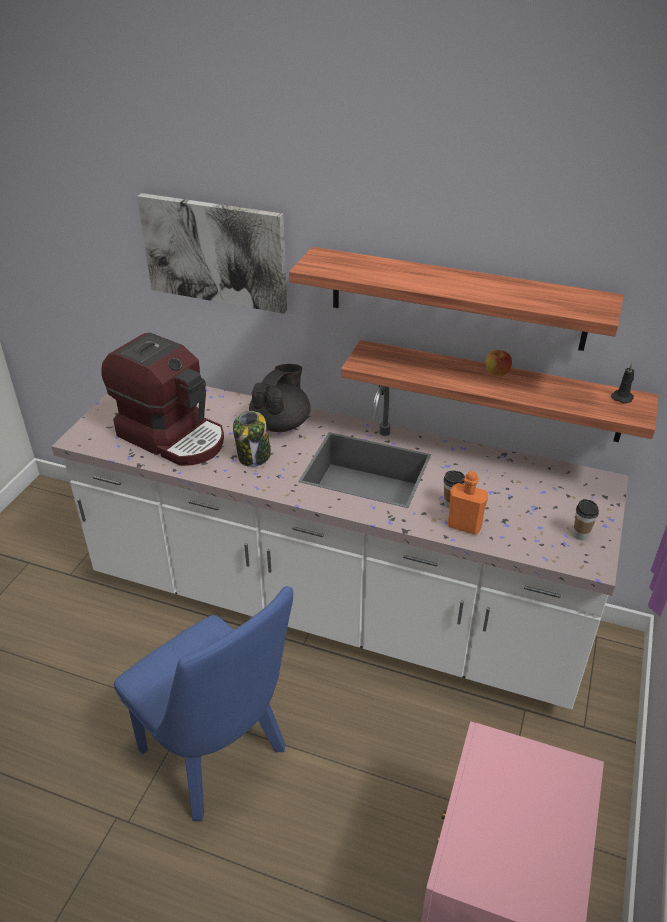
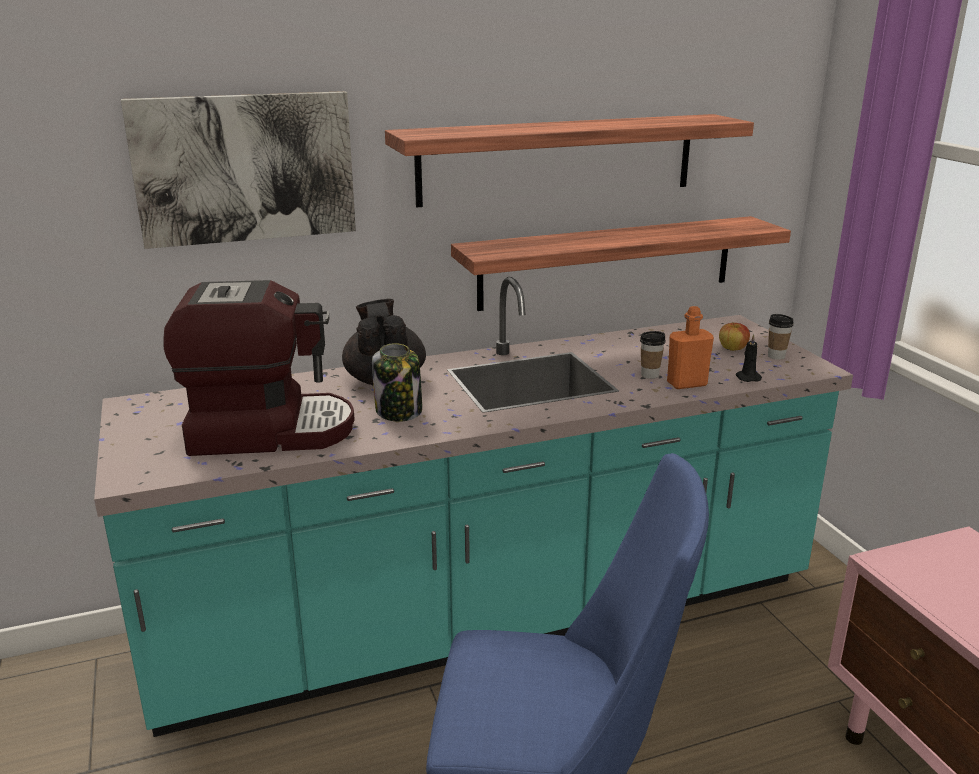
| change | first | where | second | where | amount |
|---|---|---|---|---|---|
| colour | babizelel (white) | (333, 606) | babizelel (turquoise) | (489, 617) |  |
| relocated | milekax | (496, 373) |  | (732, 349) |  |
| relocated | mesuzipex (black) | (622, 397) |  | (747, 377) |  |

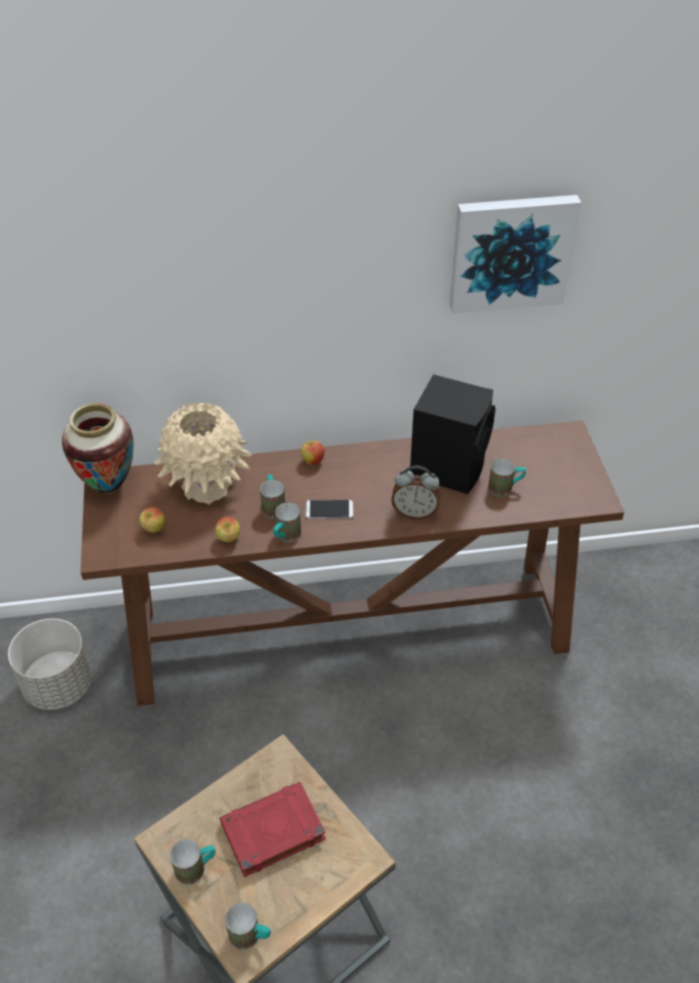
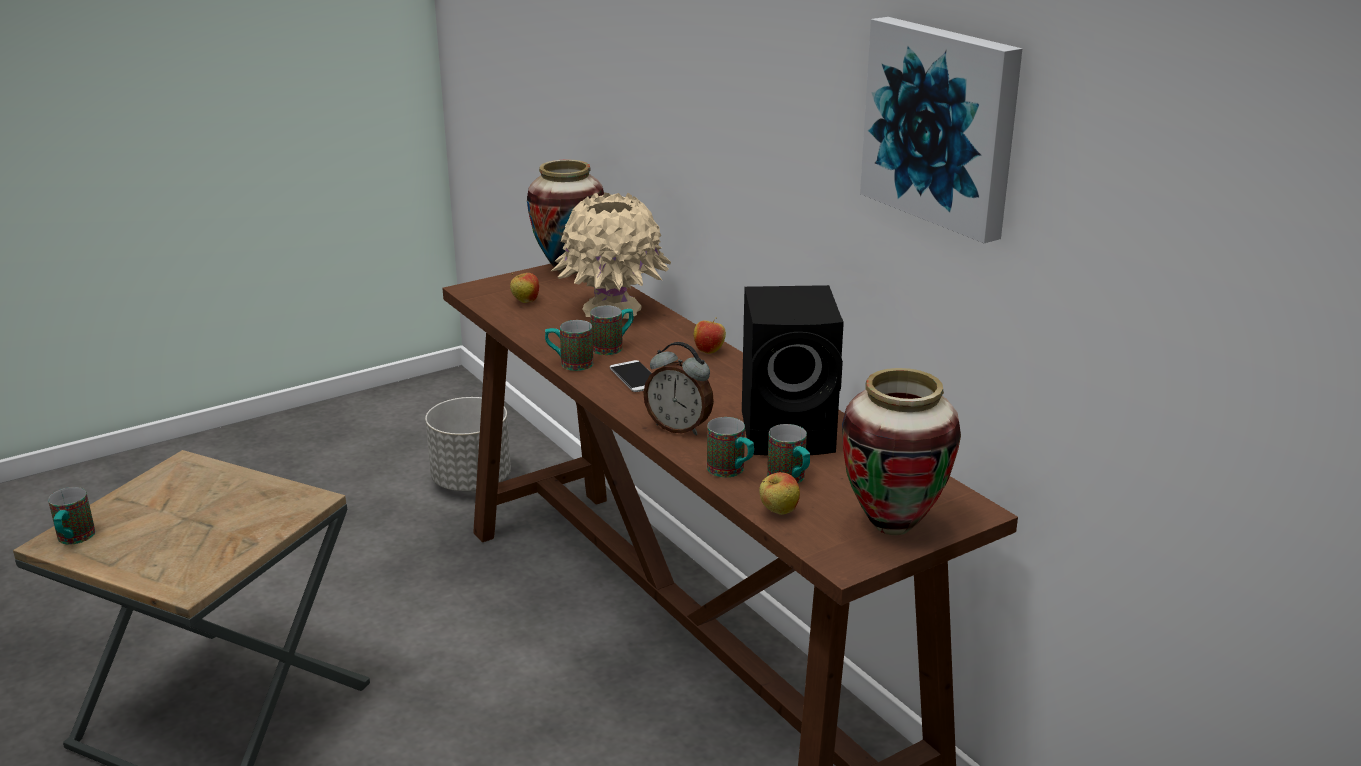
| change | first | where | second | where | amount |
|---|---|---|---|---|---|
| spun | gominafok | (415, 513) |  | (679, 427) | 45 degrees counterclockwise |
| relocated | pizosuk | (196, 868) |  | (731, 471) |  |
| relocated | milekax | (228, 539) |  | (778, 512) |  |
| appeared |  |  | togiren | (893, 525) |  |
| missing | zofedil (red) | (272, 832) |  |  |  |

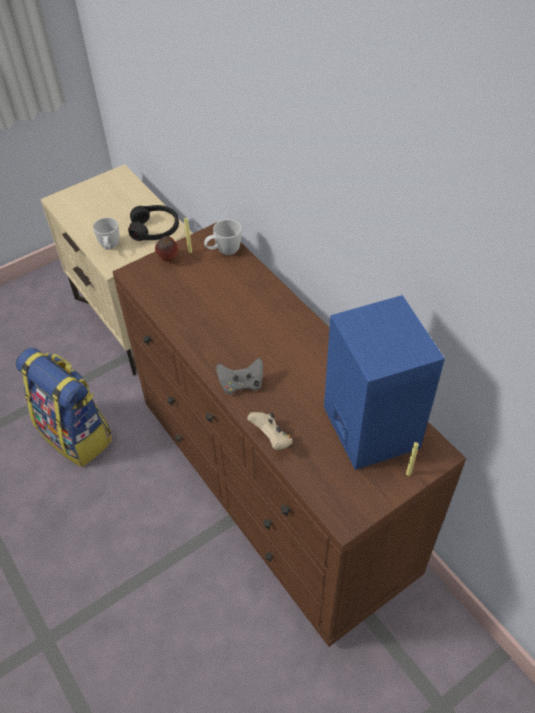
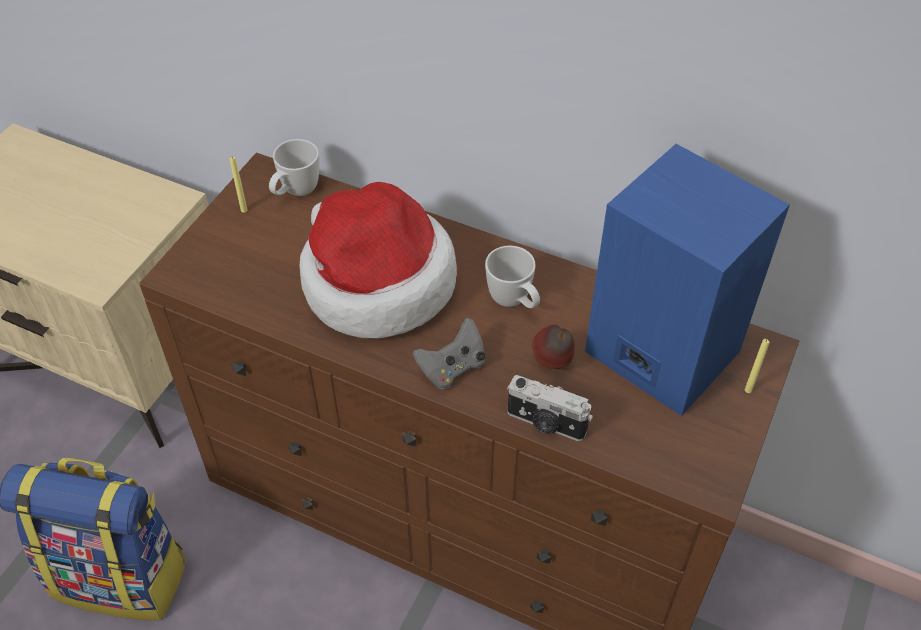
| change | first | where | second | where | amount |
|---|---|---|---|---|---|
| appeared |  |  | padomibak | (375, 282) |  |
| relocated | pizosuk (white) | (110, 247) |  | (514, 302) |  |
| exchanged | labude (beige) | (271, 438) | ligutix | (546, 423) |  |
| relocated | milekax | (168, 259) |  | (552, 363) |  |
| missing | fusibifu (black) | (155, 229) |  |  |  |

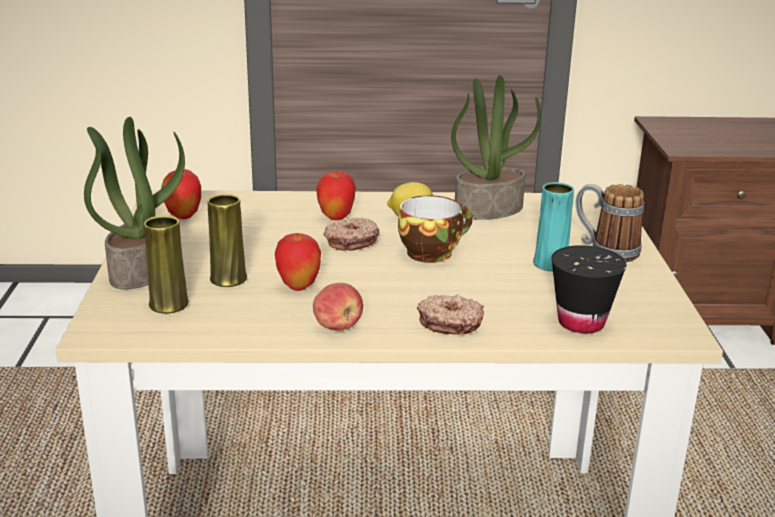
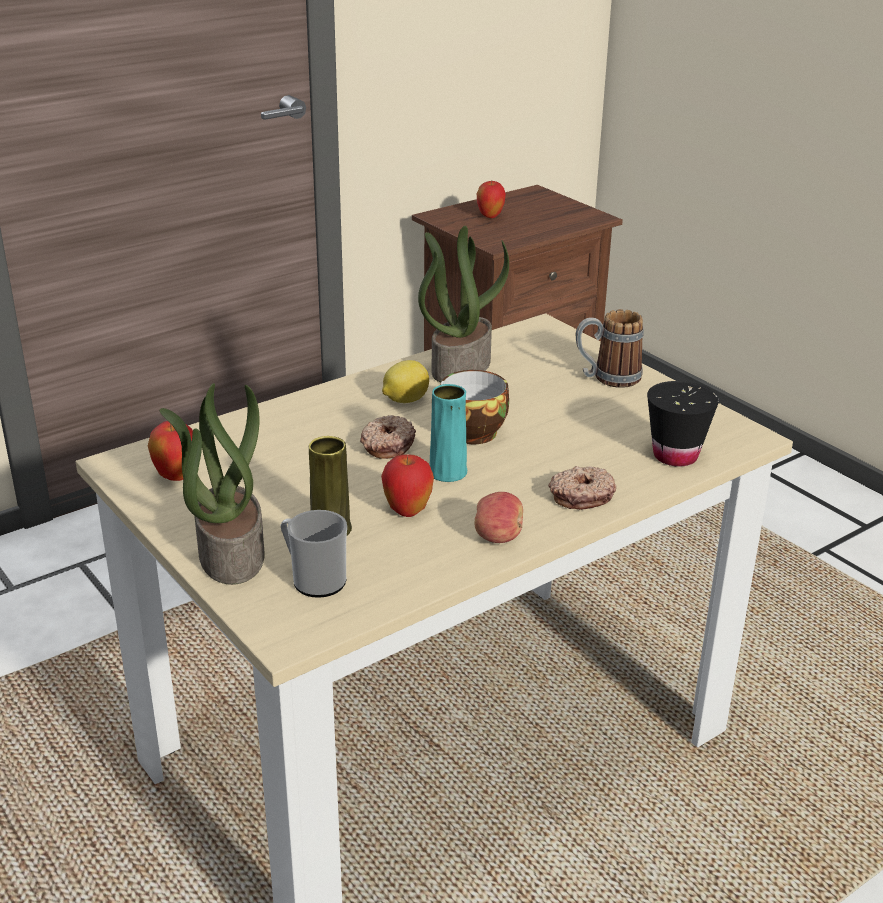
| change | first | where | second | where | amount |
|---|---|---|---|---|---|
| exchanged | togiren (yellow) | (168, 304) | pizosuk | (314, 580) |  |
| relocated | togiren (turquoise) | (550, 264) |  | (447, 472) |  |
| relocated | milekax | (336, 217) |  | (490, 216) |  |

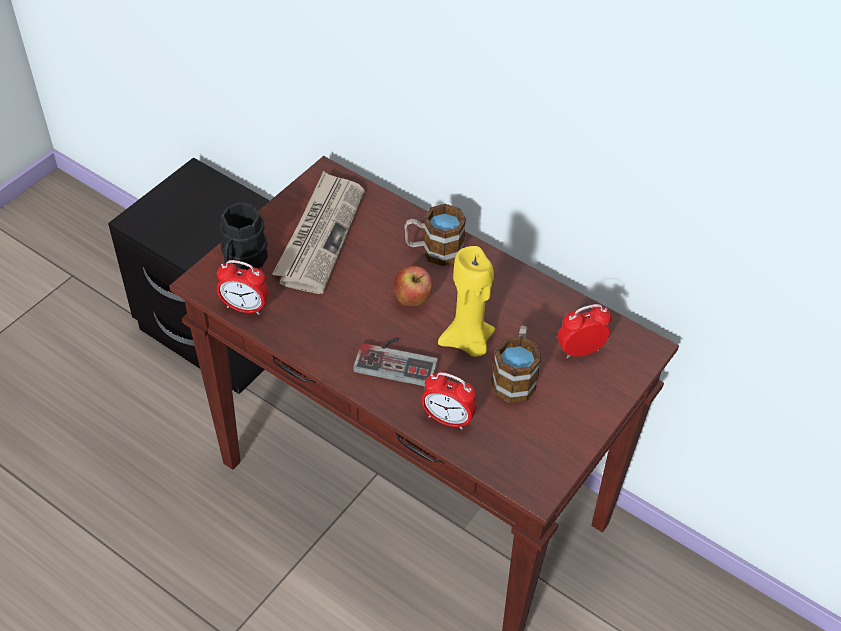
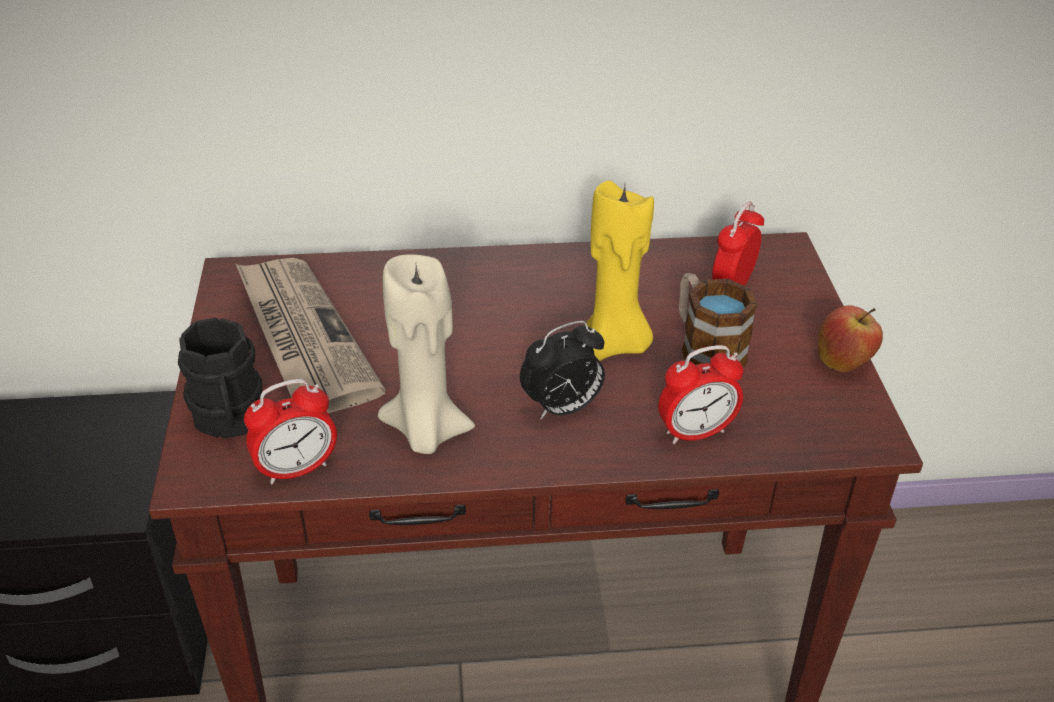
| change | first | where | second | where | amount |
|---|---|---|---|---|---|
| appeared |  |  | mesuzipex (beige) | (426, 432) |  |
| exchanged | labude | (398, 359) | gominafok | (562, 408) |  |
| relocated | milekax | (412, 300) |  | (843, 362) |  |
| missing | pizosuk | (433, 250) |  |  |  |

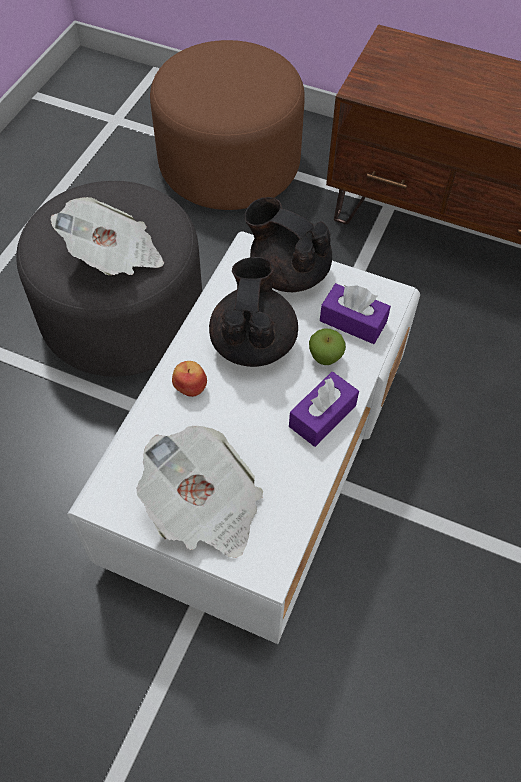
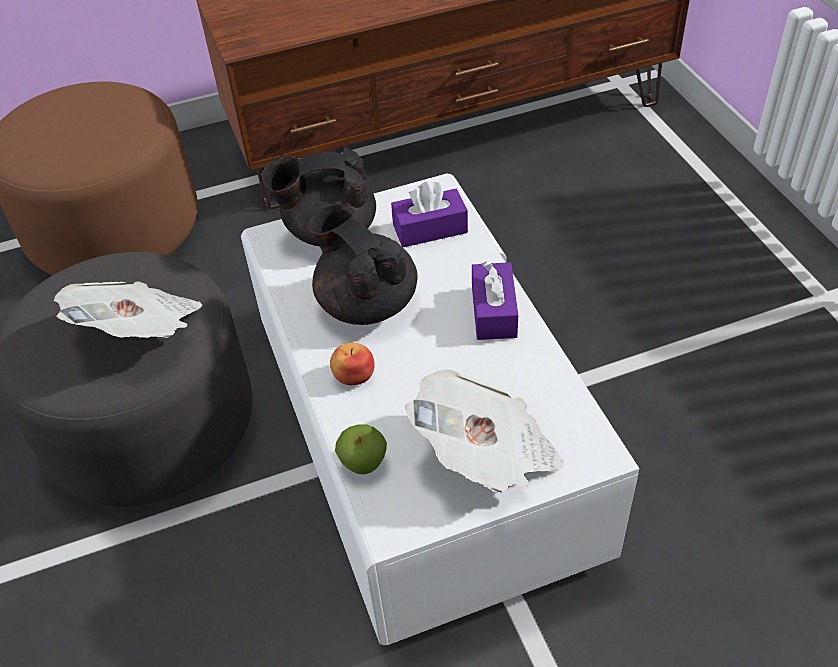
| change | first | where | second | where | amount |
|---|---|---|---|---|---|
| relocated | milekax | (325, 357) |  | (363, 464) |  |

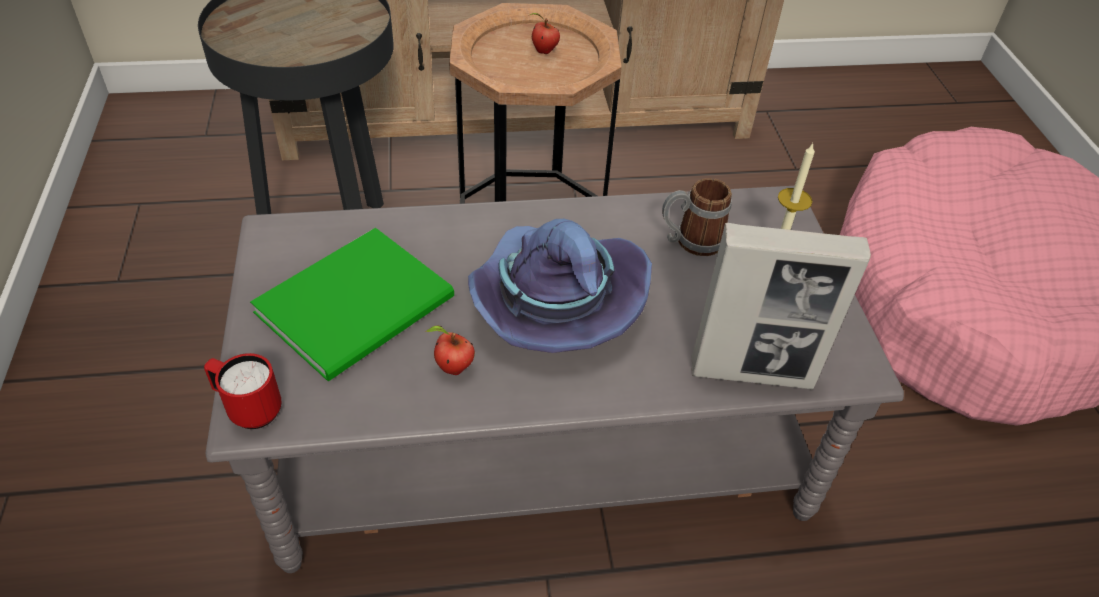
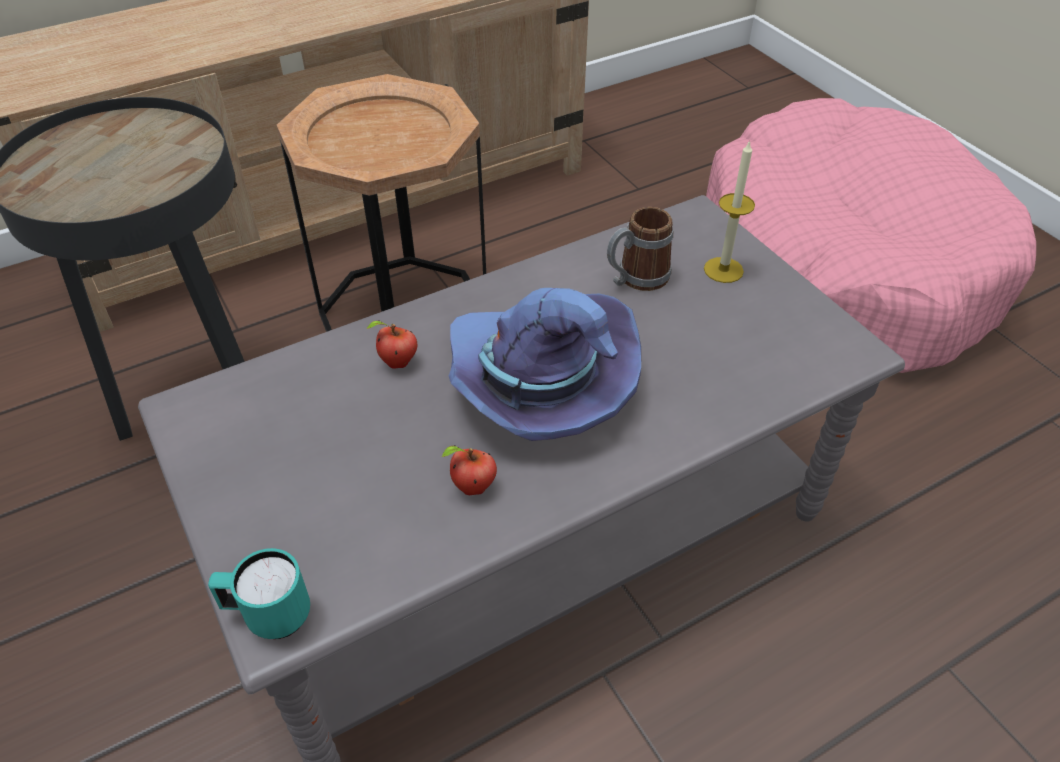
| change | first | where | second | where | amount |
|---|---|---|---|---|---|
| colour | pizosuk (red) | (248, 409) | pizosuk (turquoise) | (269, 616) |  |
| relocated | milekax | (543, 51) |  | (397, 363) |  |
| missing | zofedil (green) | (362, 305) |  |  |  |
| missing | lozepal | (752, 373) |  |  |  |

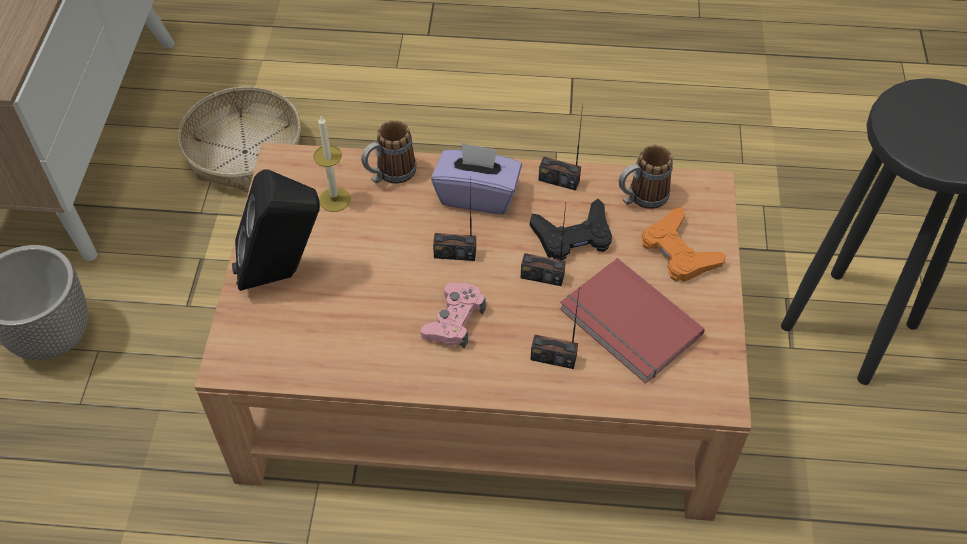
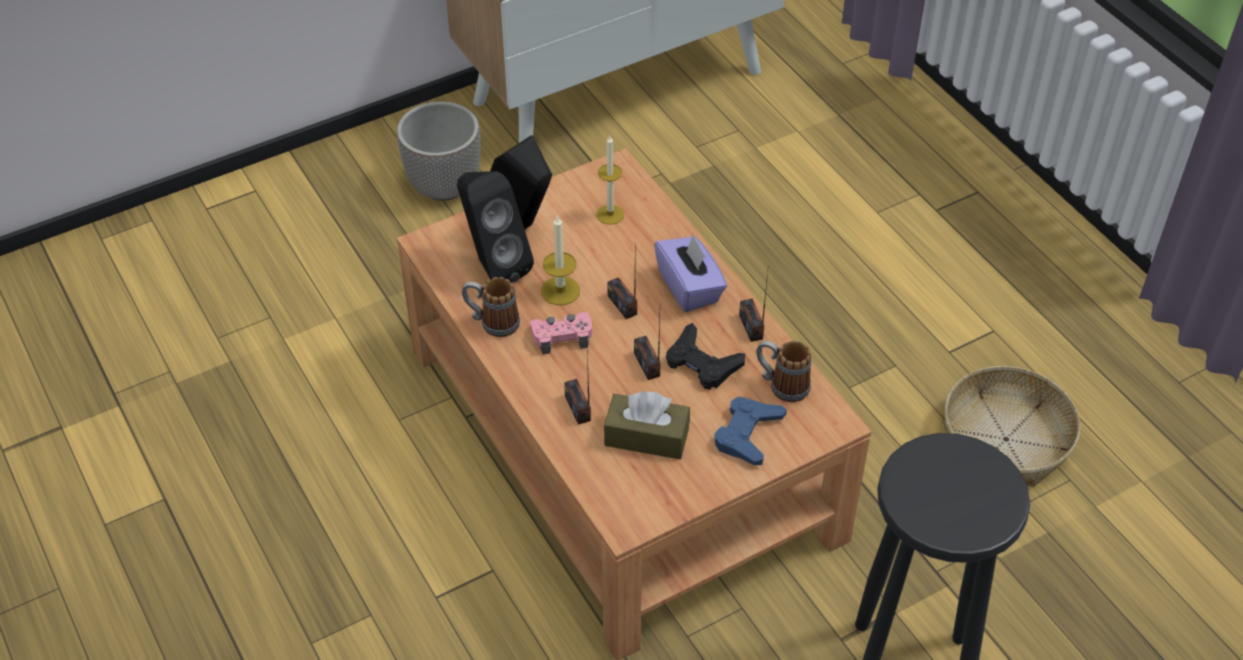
| change | first | where | second | where | amount |
|---|---|---|---|---|---|
| appeared |  |  | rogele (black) | (493, 266) |  |
| relocated | pizosuk | (389, 175) |  | (492, 322) |  |
| appeared |  |  | mesuzipex | (560, 290) |  |
| exchanged | zofedil (red) | (628, 325) | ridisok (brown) | (646, 437) |  |
| colour | labude (orange) | (678, 252) | labude (blue) | (747, 434) |  |
| relocated | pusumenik | (244, 152) |  | (1005, 439) |  |

